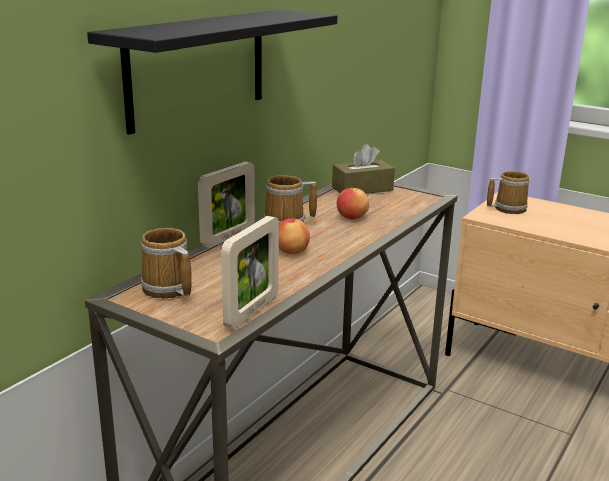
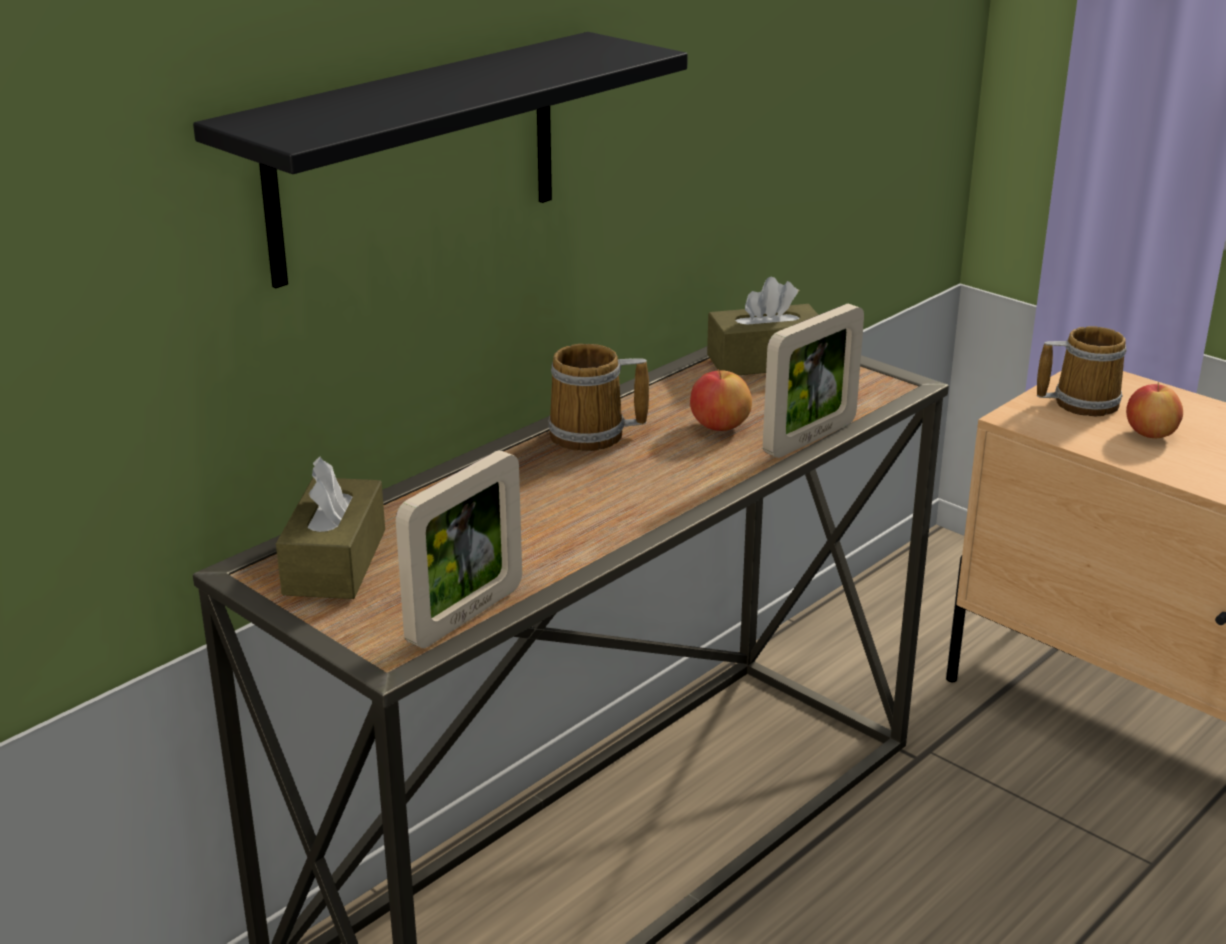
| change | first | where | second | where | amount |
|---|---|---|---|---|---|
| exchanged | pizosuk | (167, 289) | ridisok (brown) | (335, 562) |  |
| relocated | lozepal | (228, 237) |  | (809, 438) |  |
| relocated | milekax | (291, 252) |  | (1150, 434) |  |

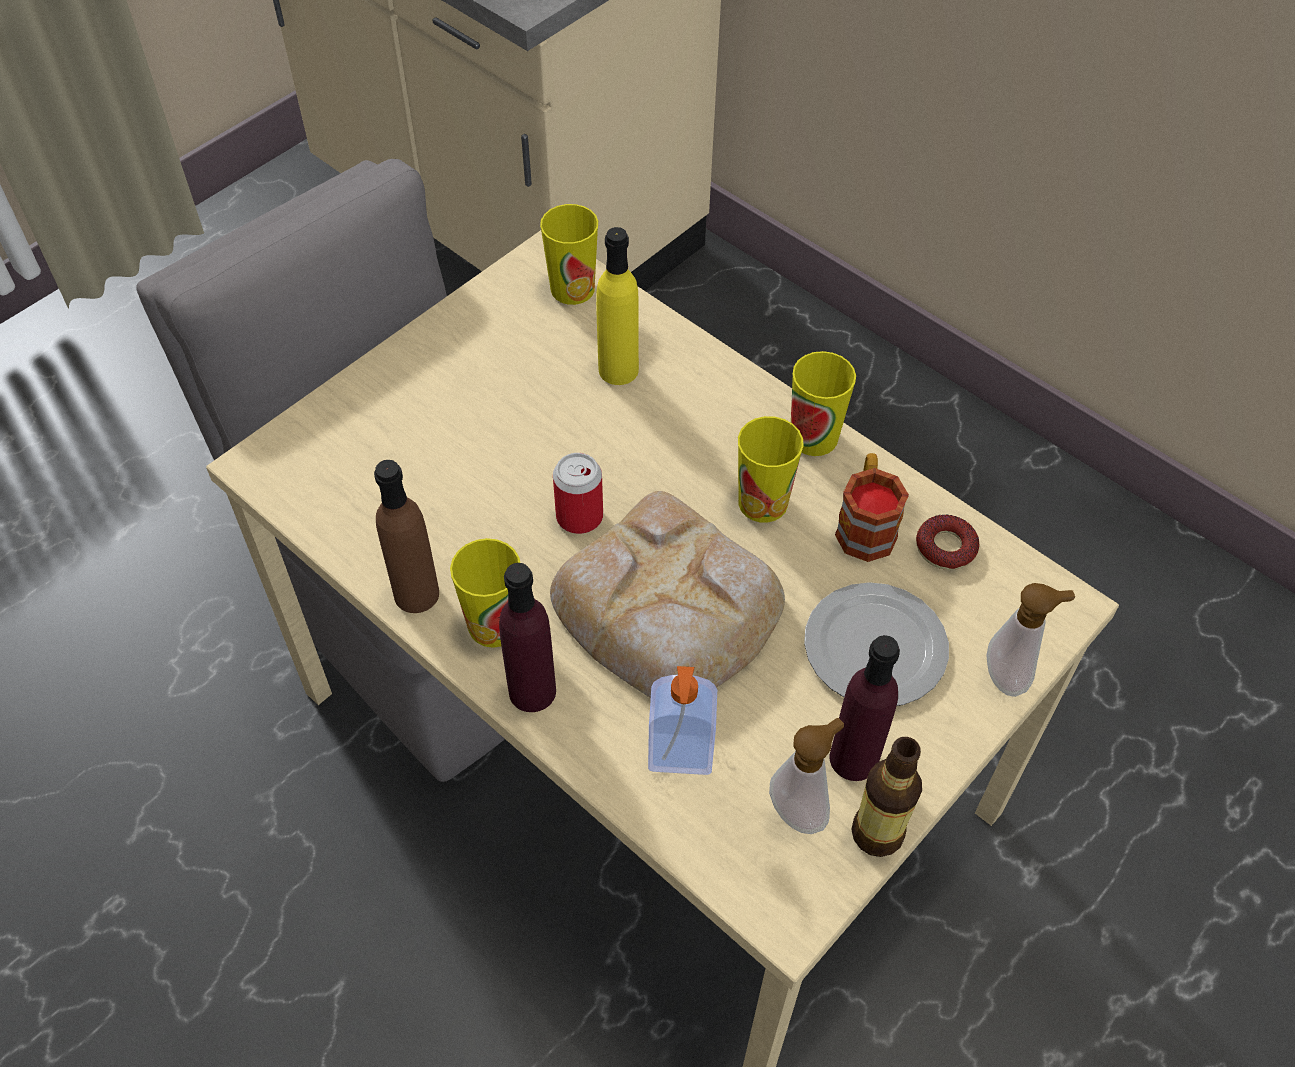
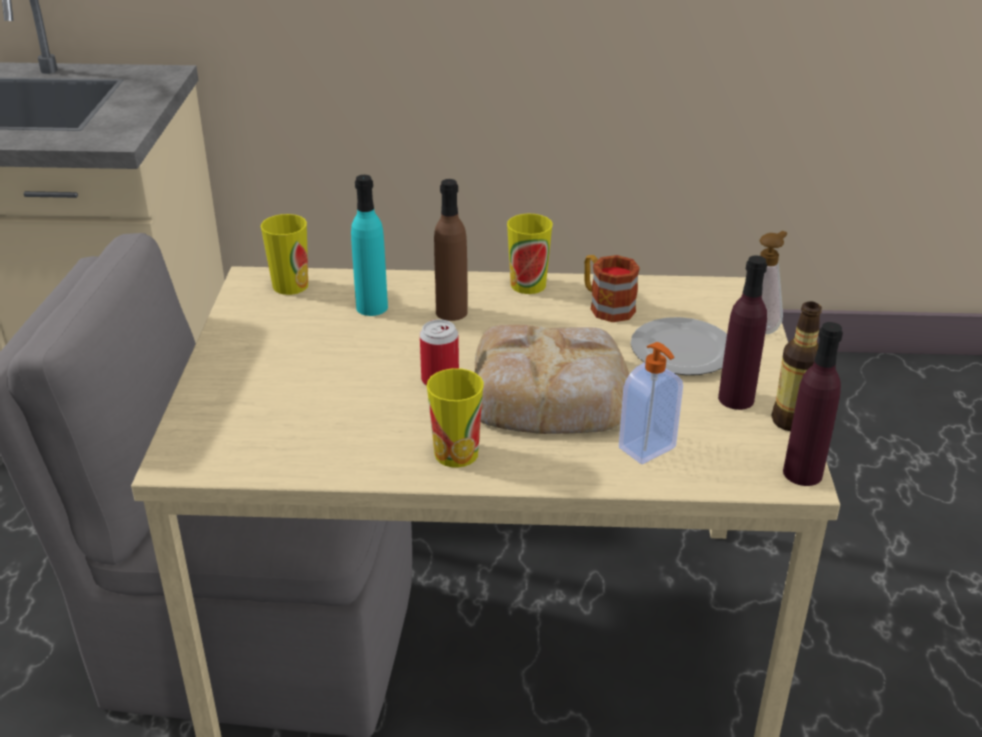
| change | first | where | second | where | amount |
|---|---|---|---|---|---|
| colour | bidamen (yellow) | (618, 370) | bidamen (turquoise) | (372, 307) |  |
| relocated | bidamen (brown) | (416, 594) |  | (451, 312) |  |
| relocated | bidamen (purple) | (532, 691) |  | (802, 473) |  |
| missing | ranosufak | (763, 502) |  |  |  |
| missing | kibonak | (800, 809) |  |  |  |
| missing | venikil | (945, 548) |  |  |  |

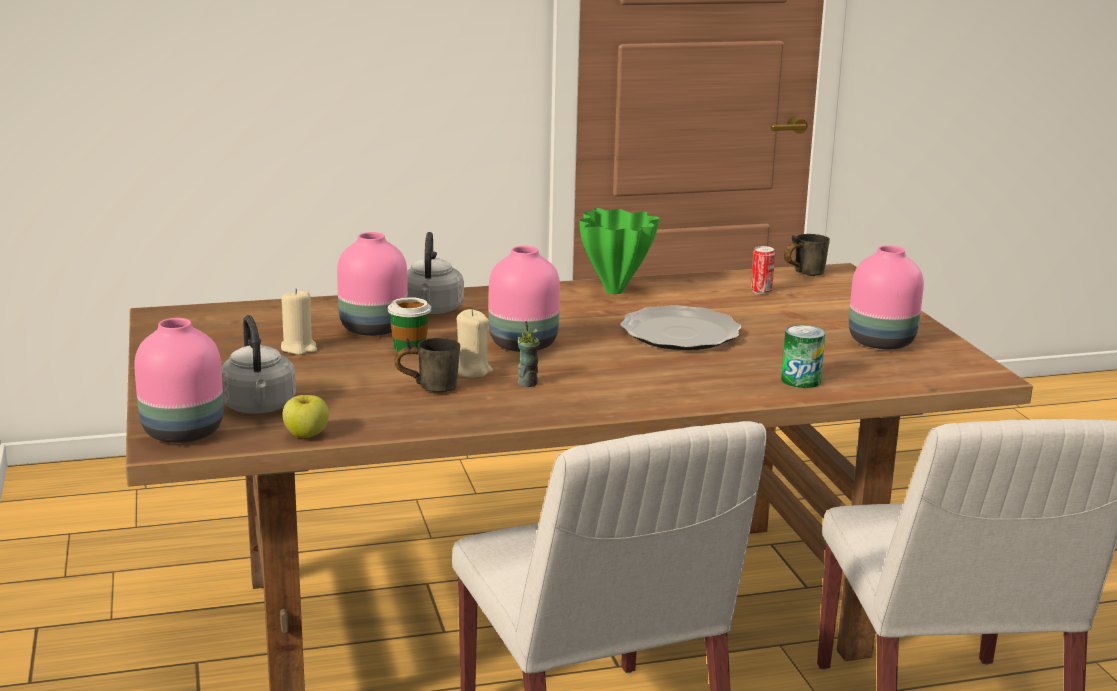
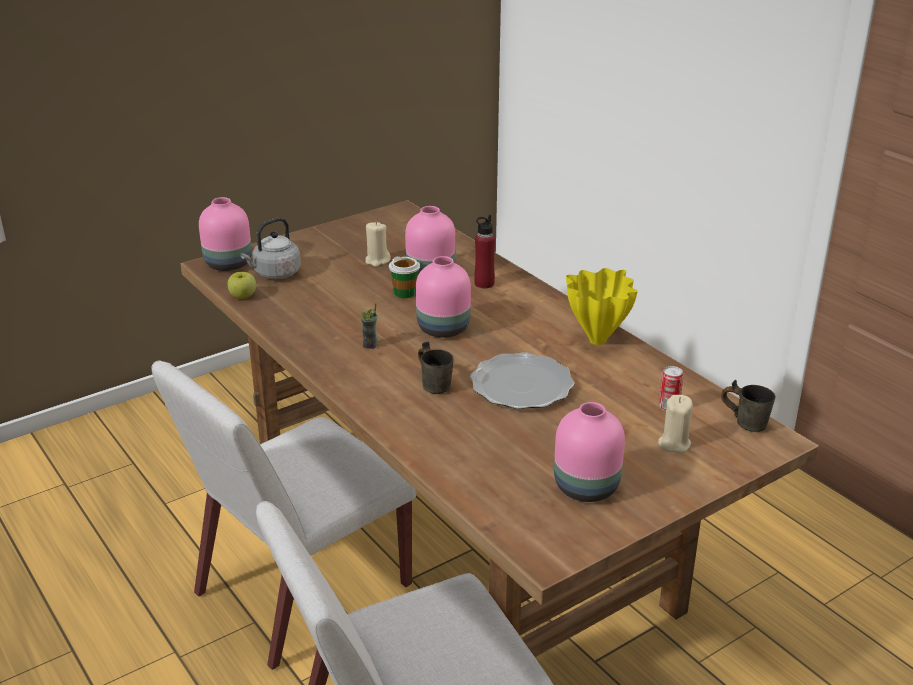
| change | first | where | second | where | amount |
|---|---|---|---|---|---|
| relocated | pizosuk (grey) | (429, 387) |  | (436, 384) |  |
| exchanged | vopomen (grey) | (432, 310) | bidamen (red) | (484, 283) |  |
| colour | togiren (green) | (615, 291) | togiren (yellow) | (596, 341) |  |
| relocated | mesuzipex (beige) | (471, 371) |  | (674, 443) |  |
| missing | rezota | (801, 380) |  |  |  |

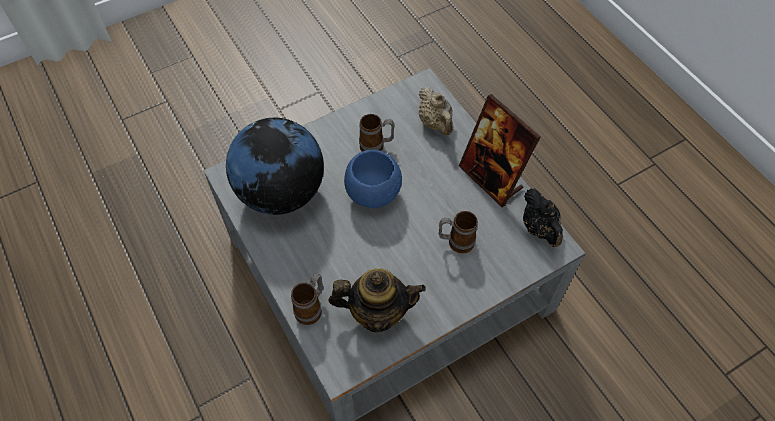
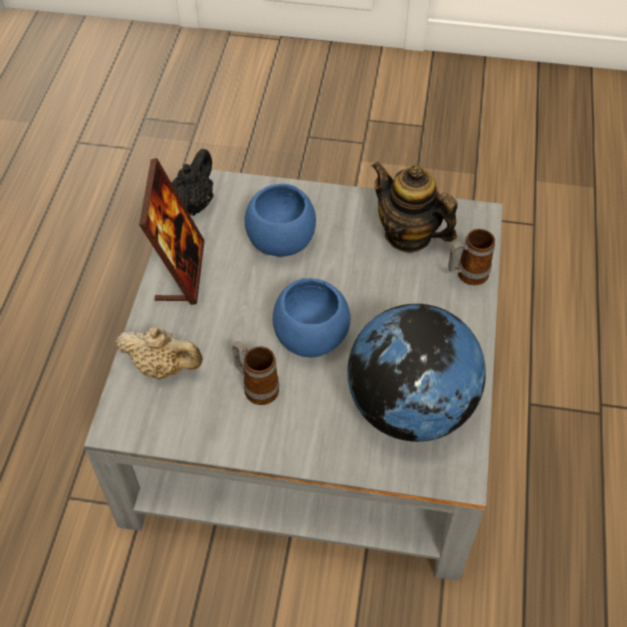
| change | first | where | second | where | amount |
|---|---|---|---|---|---|
| spun | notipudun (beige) | (435, 123) |  | (163, 367) | 90 degrees clockwise |
| exchanged | pizosuk | (455, 242) | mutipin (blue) | (280, 242) |  |

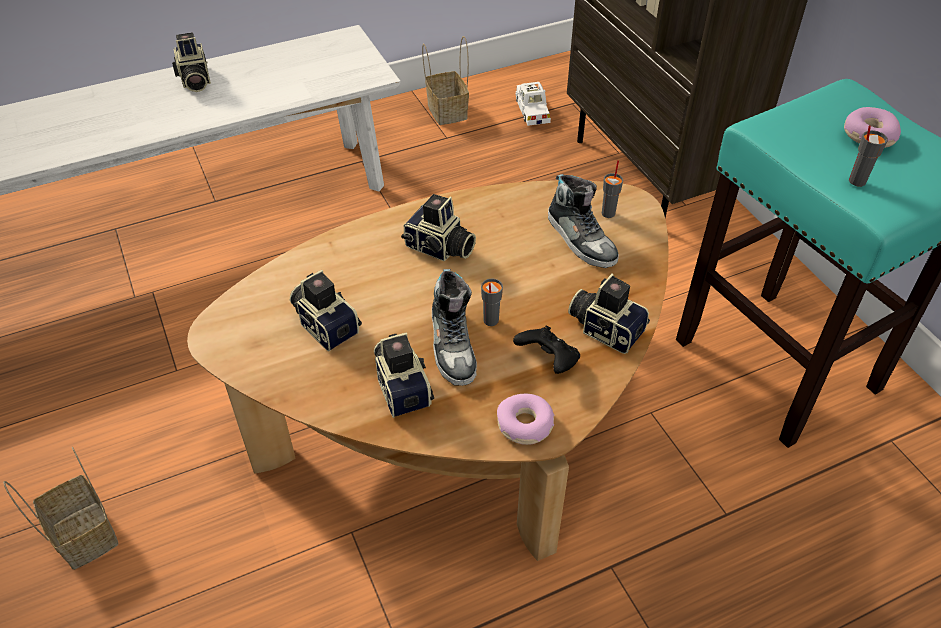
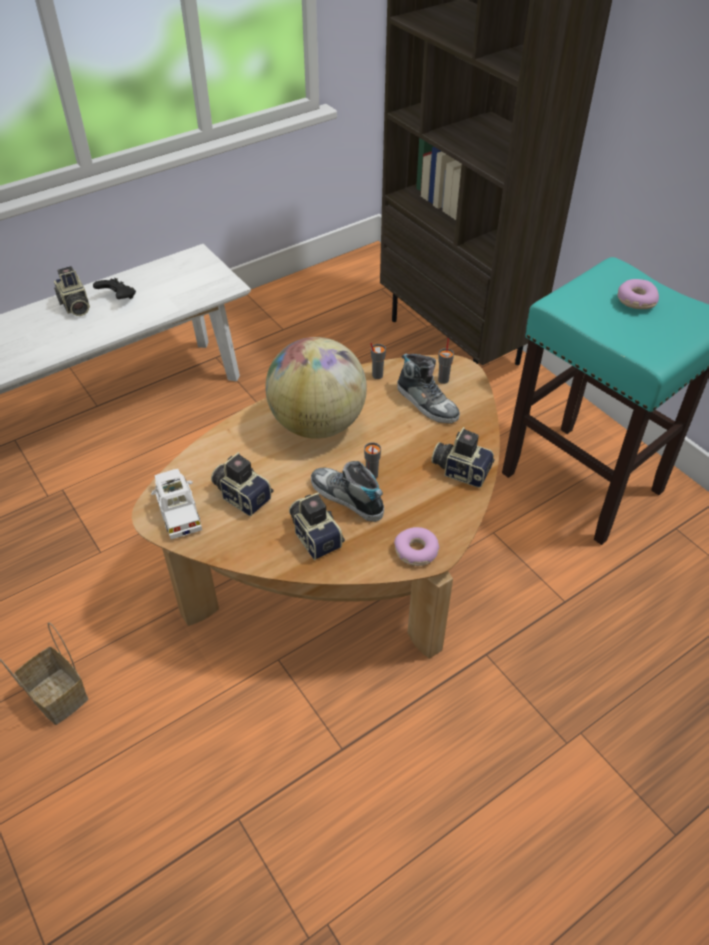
| change | first | where | second | where | amount |
|---|---|---|---|---|---|
| relocated | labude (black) | (548, 361) |  | (118, 298) |  |
| relocated | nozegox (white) | (531, 110) |  | (177, 509) |  |
| exchanged | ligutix | (439, 249) | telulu | (317, 424) |  |
| spun | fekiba | (453, 345) |  | (347, 498) | 150 degrees clockwise |
| relocated | ranosufak (grey) | (856, 181) |  | (377, 375) |  |
| missing | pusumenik | (446, 111) |  |  |  |

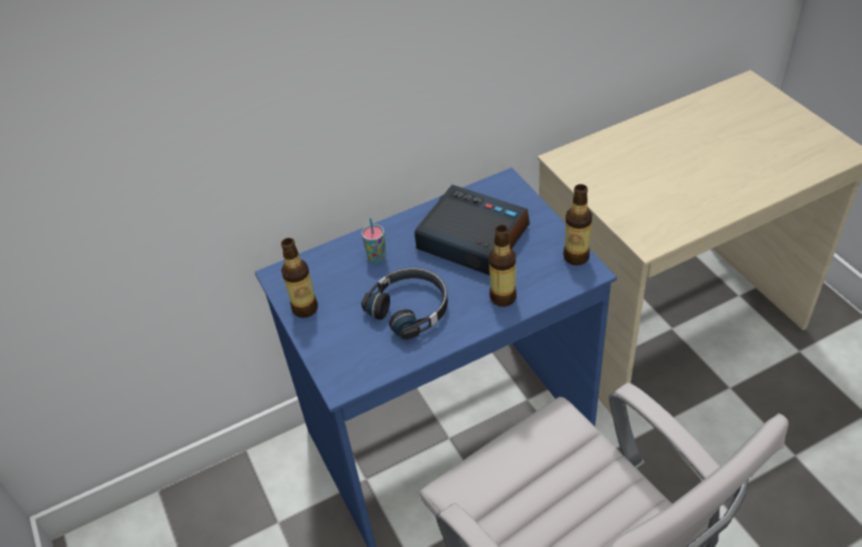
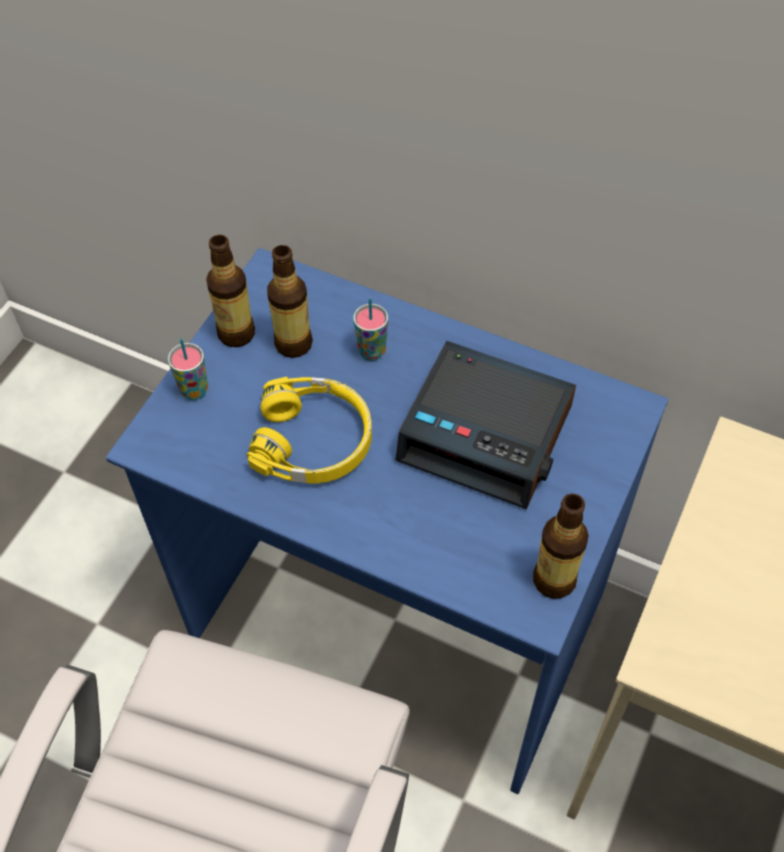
| change | first | where | second | where | amount |
|---|---|---|---|---|---|
| appeared |  |  | ranosufak | (194, 391) |  |
| colour | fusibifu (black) | (410, 308) | fusibifu (yellow) | (314, 440) |  |
| relocated | bidamen | (503, 297) |  | (293, 343) |  |
| spun | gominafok | (471, 239) |  | (487, 433) | 120 degrees clockwise |

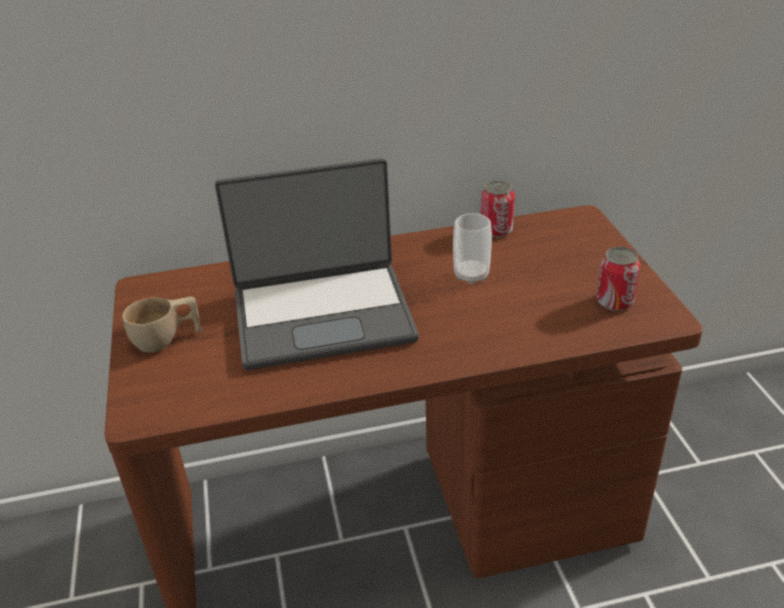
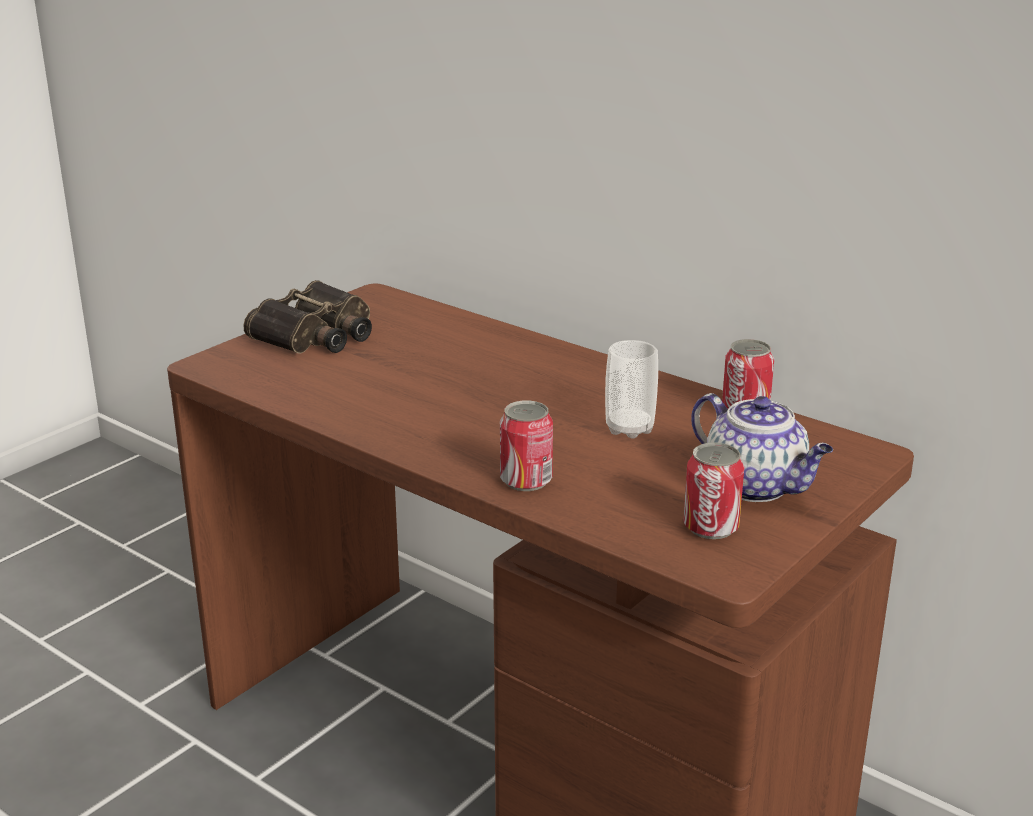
| change | first | where | second | where | amount |
|---|---|---|---|---|---|
| exchanged | ranosufak (beige) | (167, 340) | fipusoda | (317, 335) |  |
| appeared |  |  | rezota | (526, 480) |  |
| appeared |  |  | notipudun | (757, 486) |  |
| missing | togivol | (323, 315) |  |  |  |

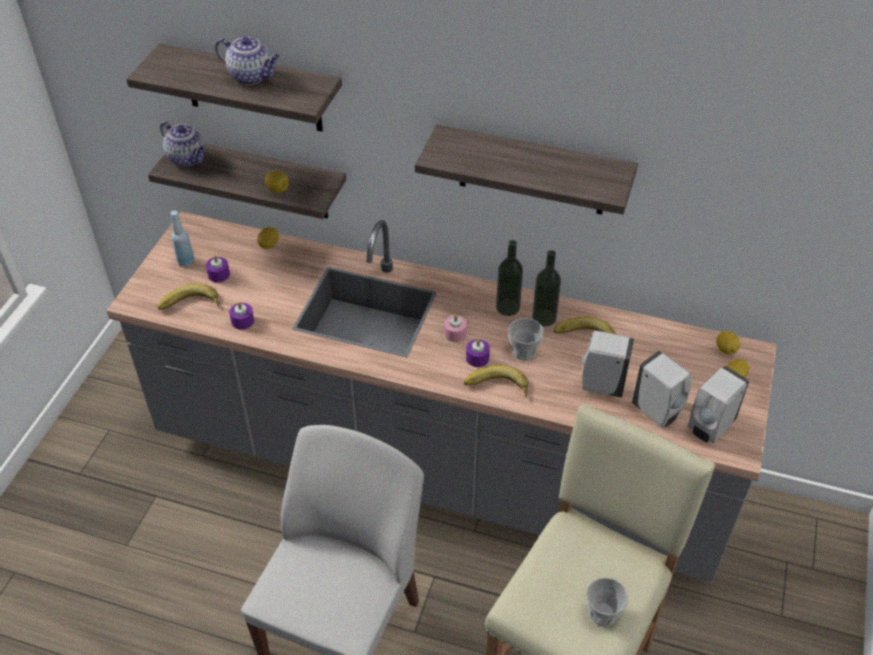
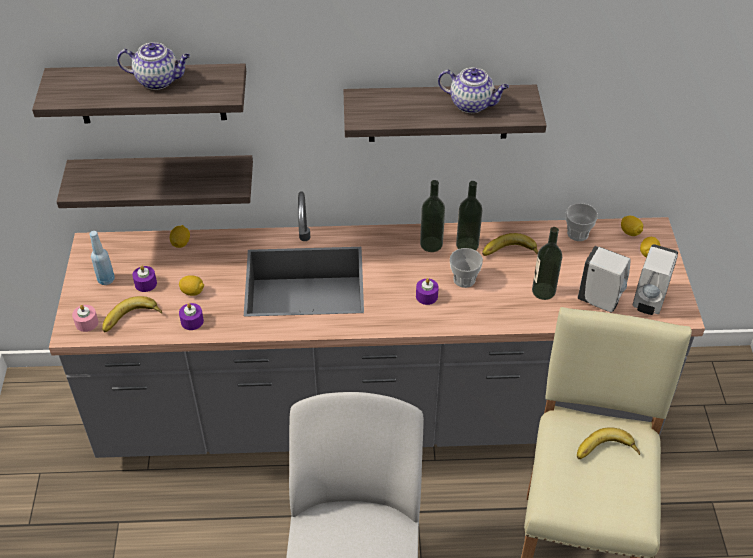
| change | first | where | second | where | amount |
|---|---|---|---|---|---|
| relocated | mesuzipex (pink) | (455, 333) |  | (86, 323) |  |
| relocated | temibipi | (278, 189) |  | (192, 292) |  |
| relocated | notipudun | (188, 158) |  | (472, 104) |  |
| exchanged | kibonak (white) | (600, 385) | bidamen | (543, 291) |  |
| relocated | ranosufak | (603, 613) |  | (577, 234) |  |
| relocated | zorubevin | (496, 388) |  | (606, 452) |  |

